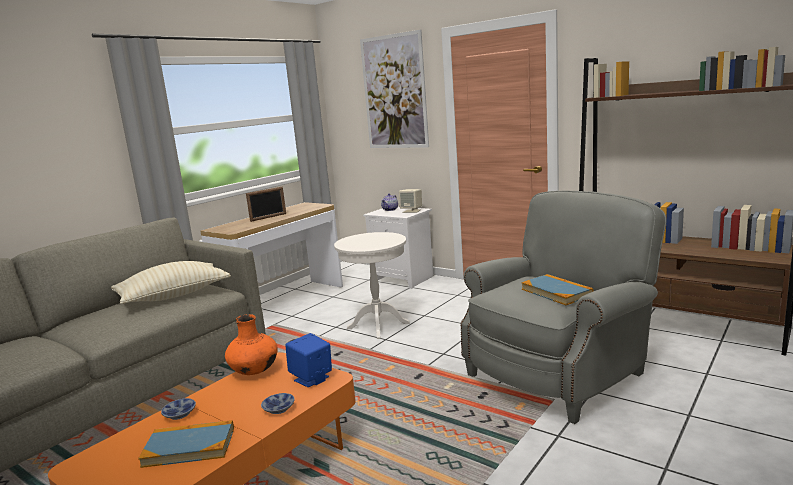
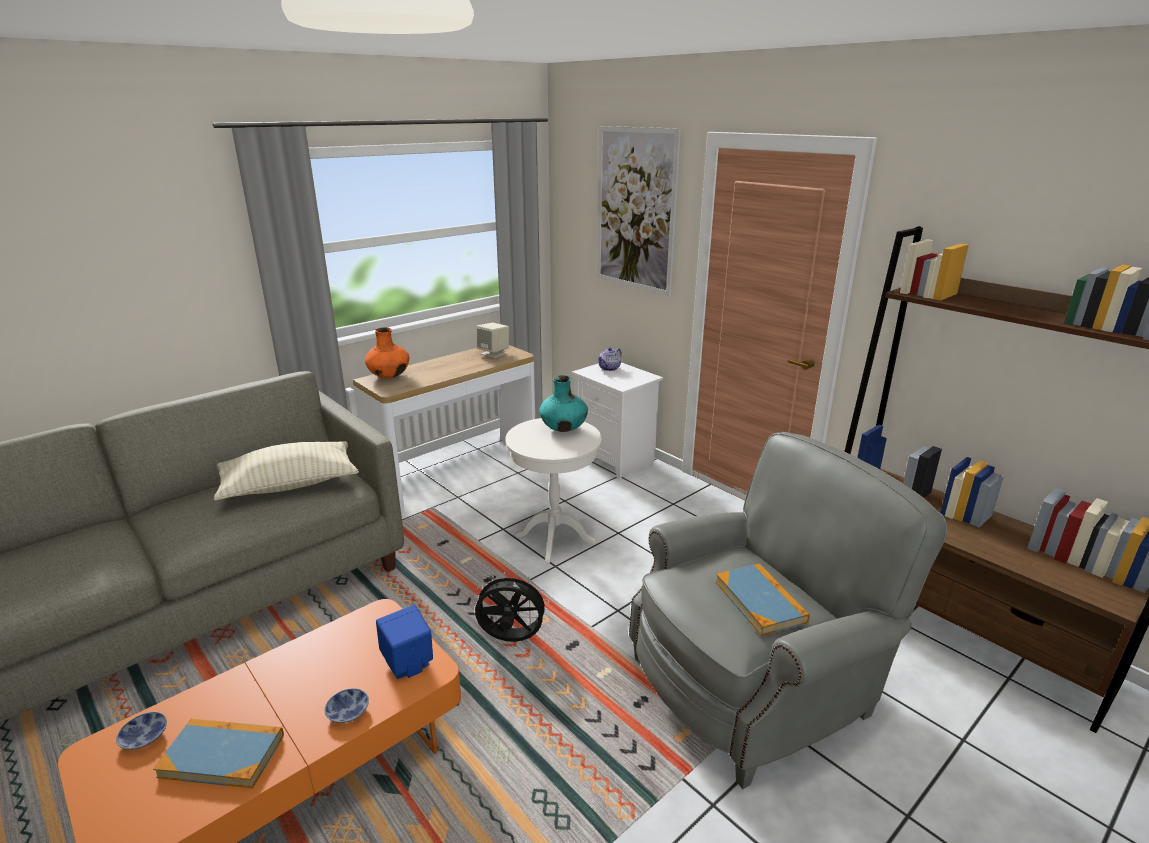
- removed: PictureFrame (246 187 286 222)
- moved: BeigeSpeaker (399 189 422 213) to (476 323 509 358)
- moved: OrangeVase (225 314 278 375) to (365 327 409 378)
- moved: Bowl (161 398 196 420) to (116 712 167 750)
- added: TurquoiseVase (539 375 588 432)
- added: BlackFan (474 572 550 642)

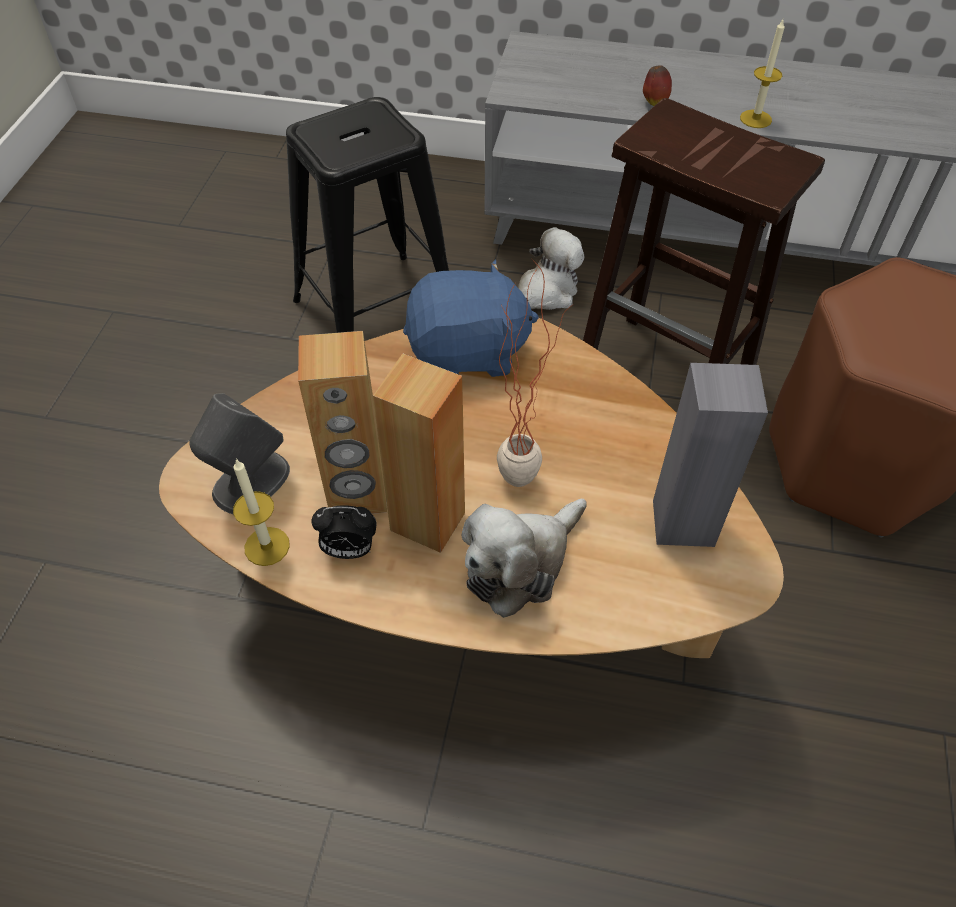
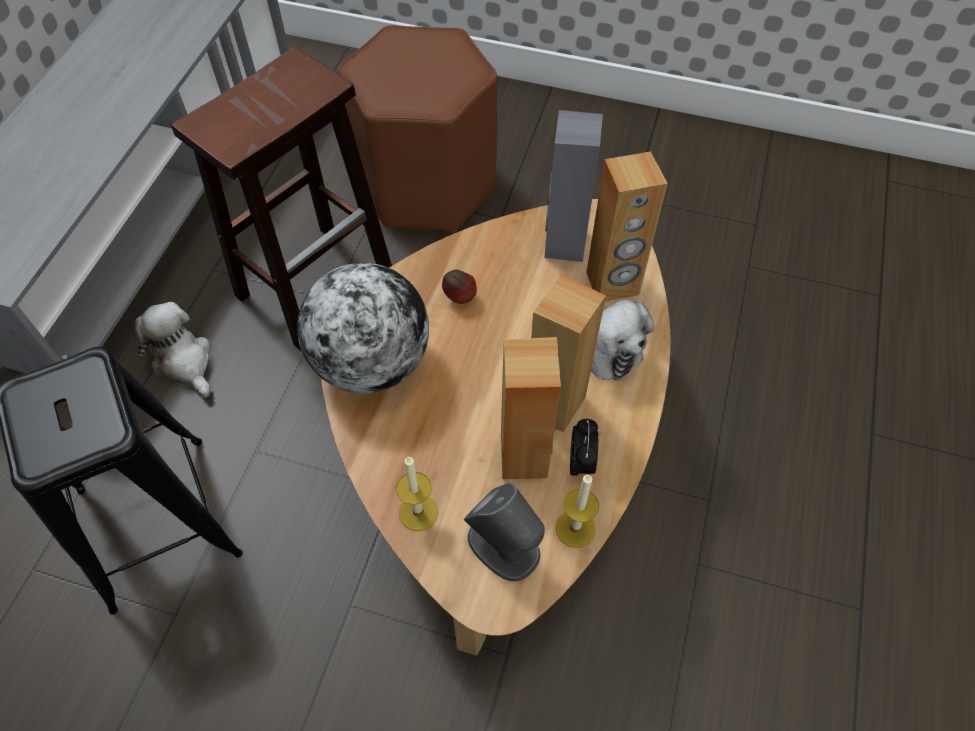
- moved: Candle (740 20 785 128) to (396 456 438 531)
- moved: Apple (643 66 672 106) to (442 270 477 304)
- removed: PottedPlant (497 258 574 487)
- replaced: BluePlushToy (403 259 539 377) to Globe (297 263 429 393)
- added: BrownSpeaker (586 151 668 302)

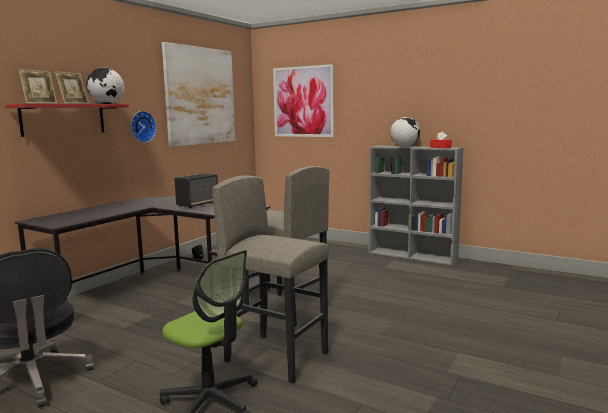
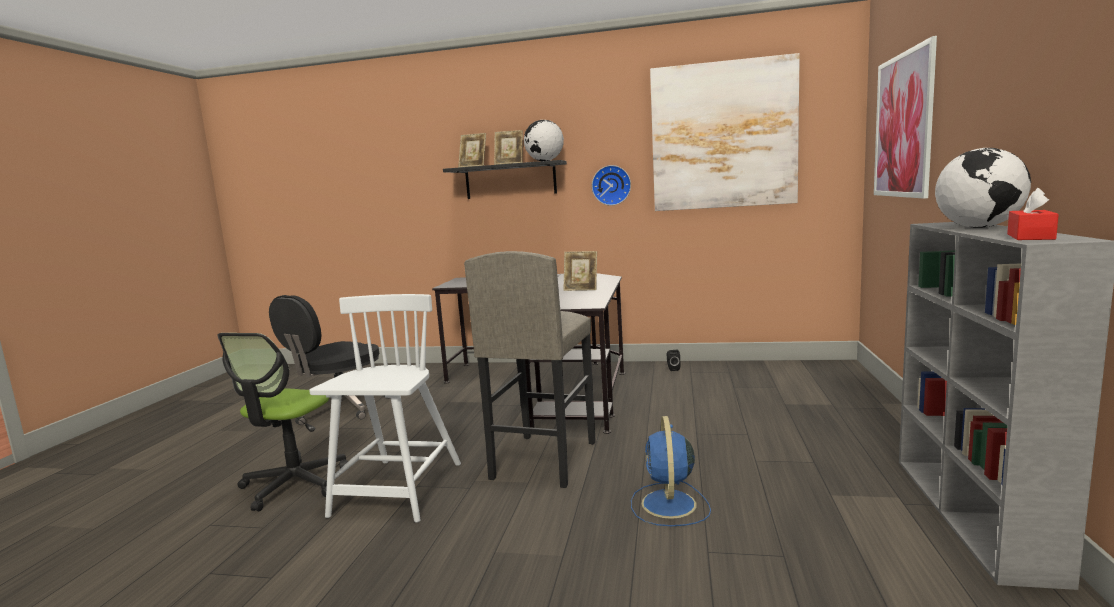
- recoloured: RedShelf (5 104 129 137) to BlackShelf (443 160 567 199)
- replaced: Speaker (174 173 218 208) to PictureFrame (563 251 597 291)
- replaced: GreyStool (212 176 329 383) to WhiteChair (309 294 461 523)
- added: BlueFan (631 416 711 526)

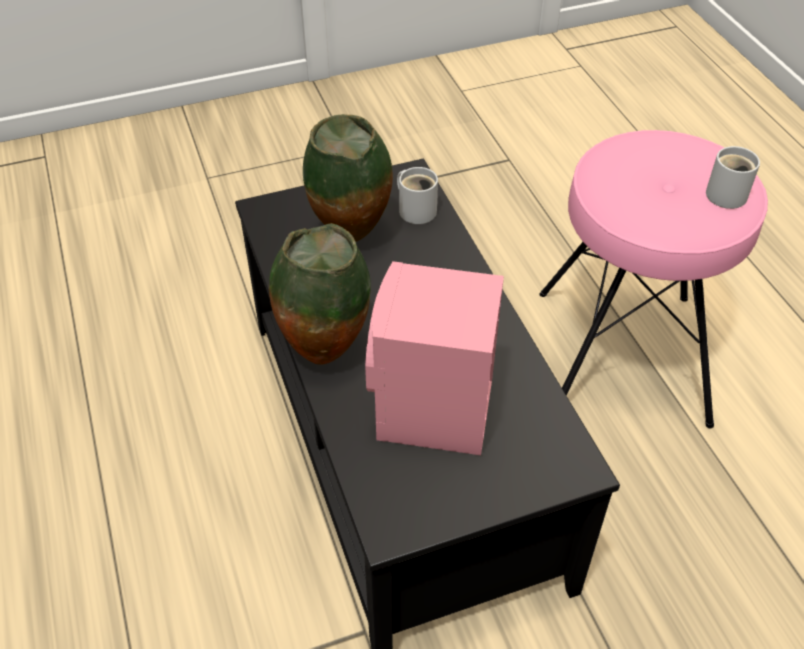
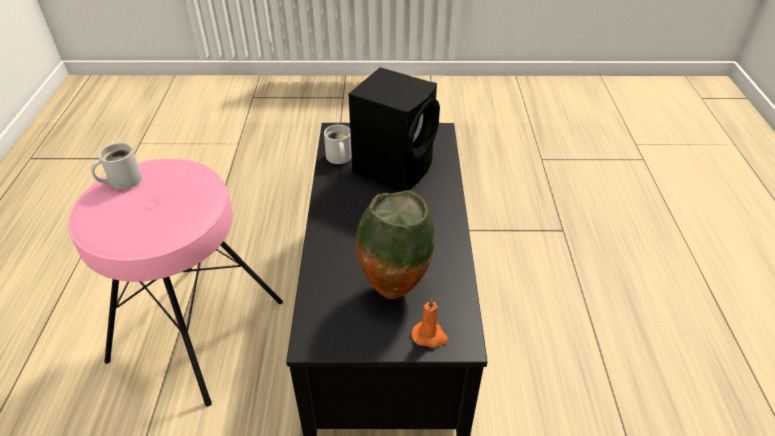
- moved: WhiteMug (397 167 438 224) to (324 124 352 164)
- removed: Vase (269 223 371 365)
- recoloured: PinkSpeaker (365 261 504 455) to BlackSpeaker (349 67 440 191)
- added: OrangeCandle (411 298 448 348)

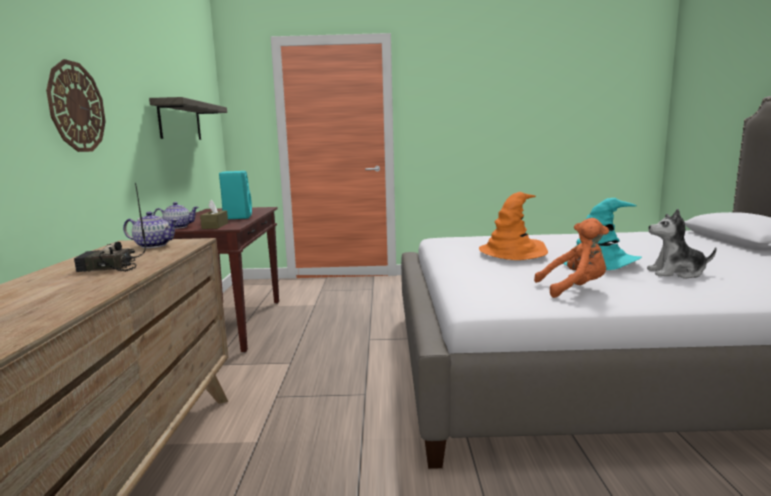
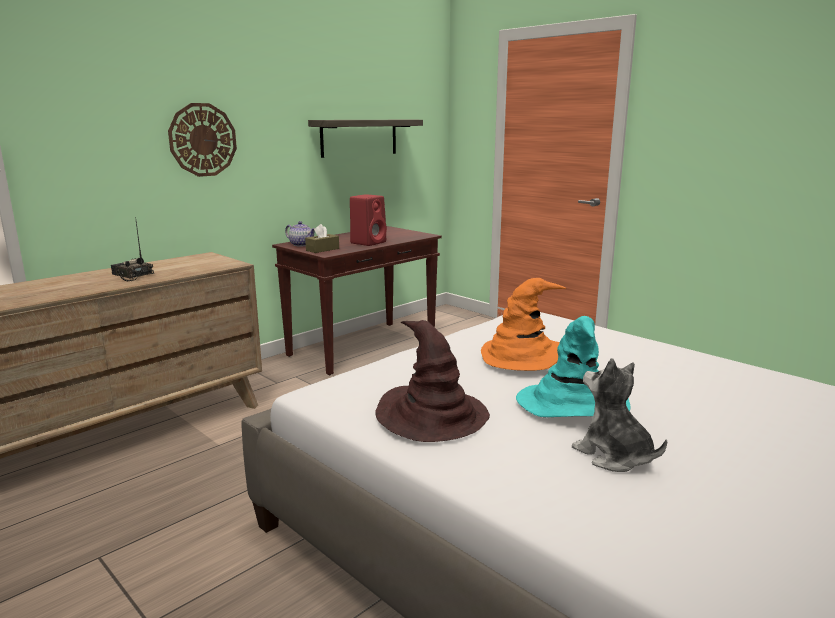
- recoloured: TurquoiseSpeaker (219 171 252 219) to RedSpeaker (350 194 387 246)
- removed: Teapot (123 212 178 248)
- replaced: OrangePlushToy (534 218 609 298) to BrownHat (375 320 490 442)

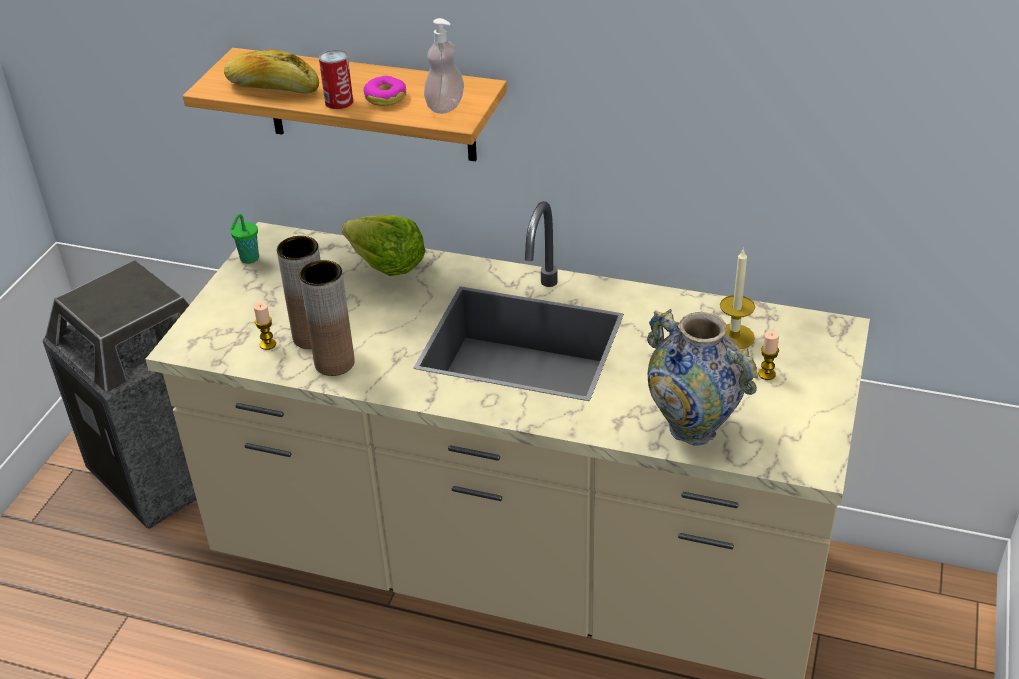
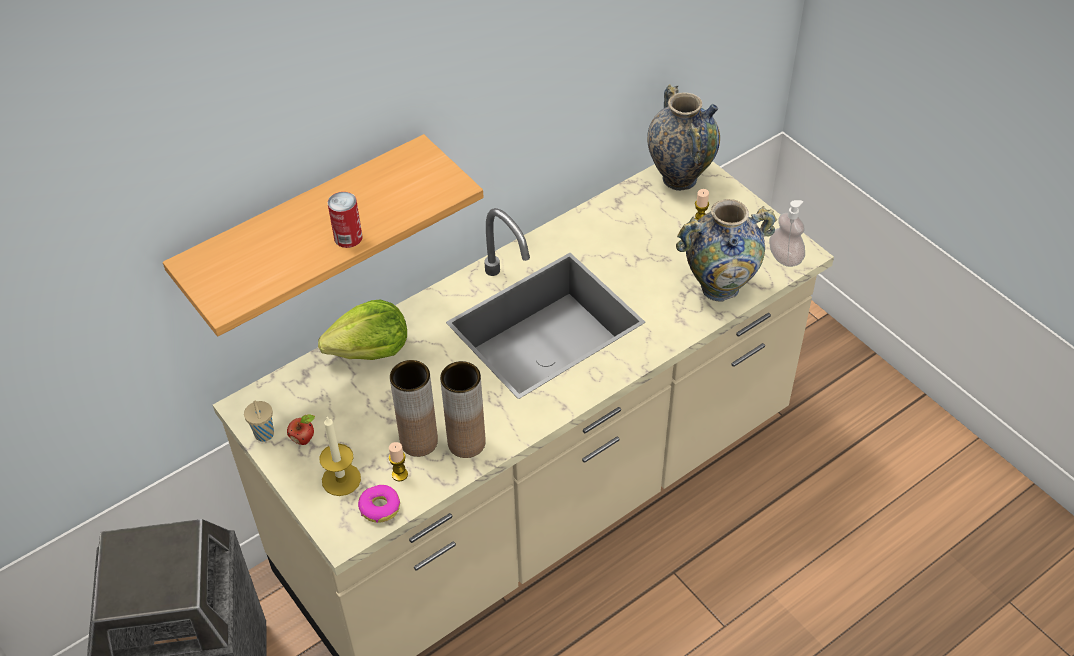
- moved: SoapDispenser (424 18 464 114) to (769 200 805 267)
- removed: Bread (224 49 319 94)
- moved: Donut (363 76 406 106) to (358 485 400 523)
- recoloured: GreenCup (231 214 259 264) to BeigeCup (244 401 274 442)
- moved: Candle (720 248 755 349) to (319 417 361 496)
- added: Vase (647 84 720 191)
- added: Apple (287 414 315 445)

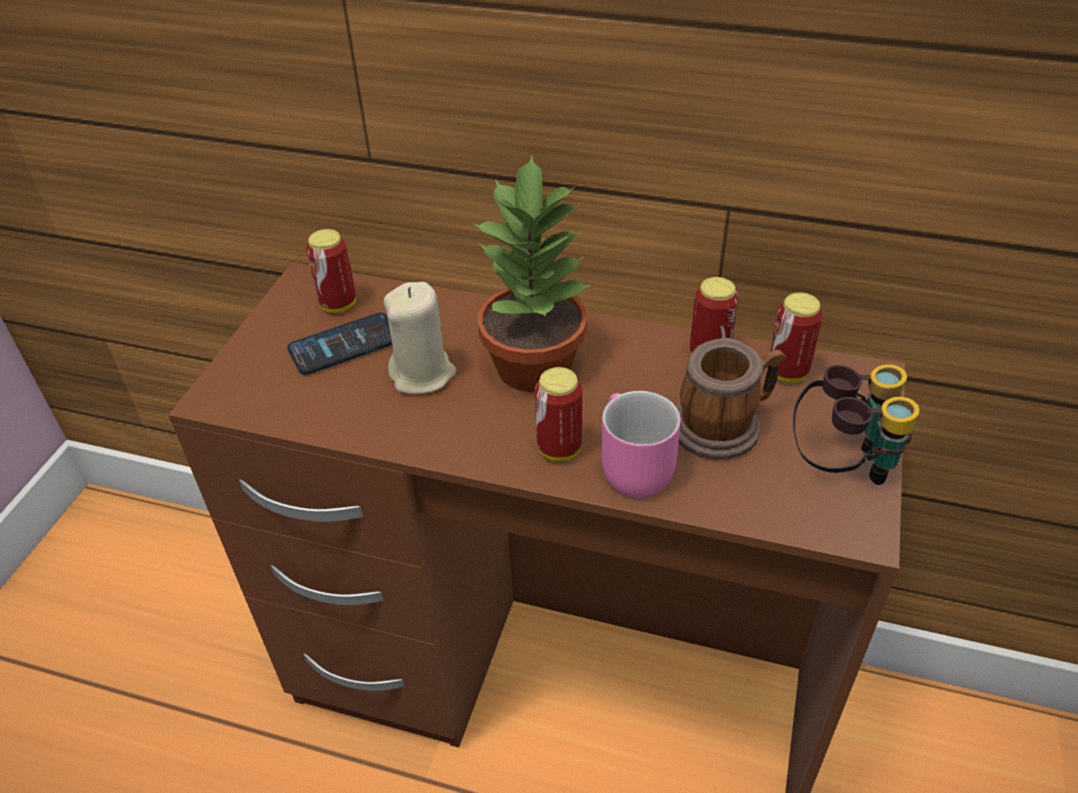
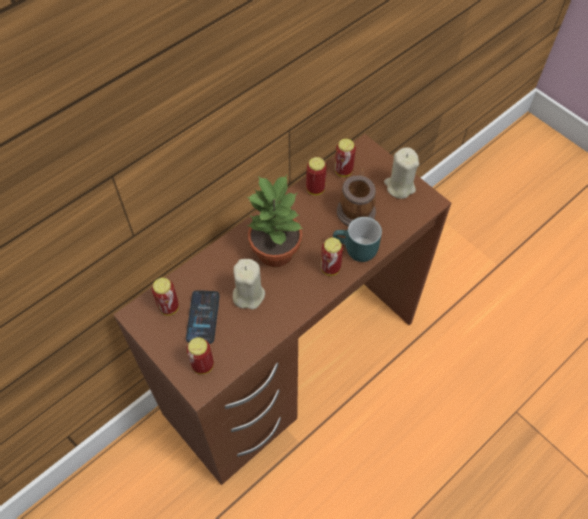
- replaced: Binoculars (793 364 920 485) to BeigeCandle (384 147 419 199)
- recoloured: PinkMug (601 391 681 498) to TurquoiseMug (333 217 382 262)
- added: Can (186 337 214 374)

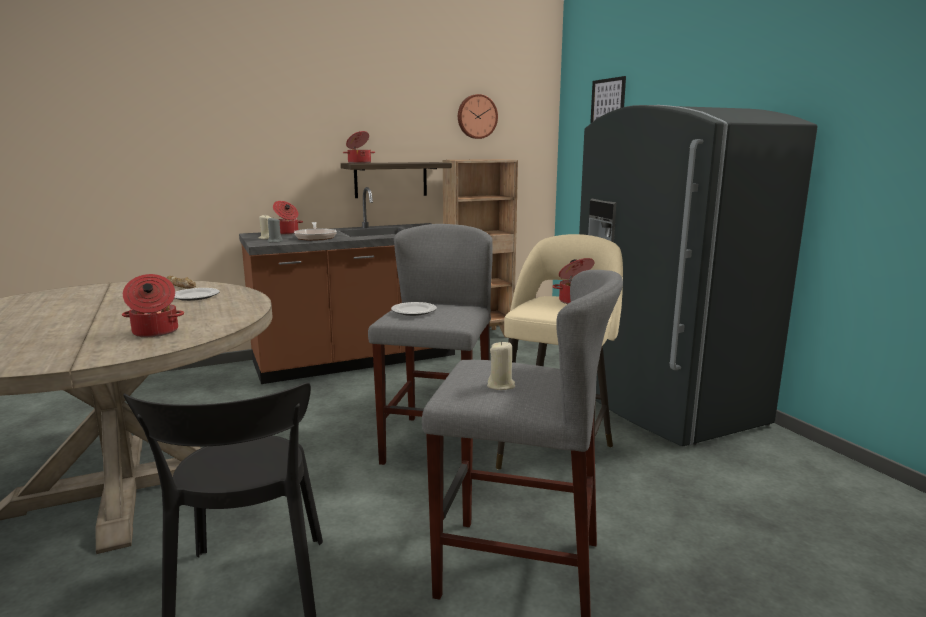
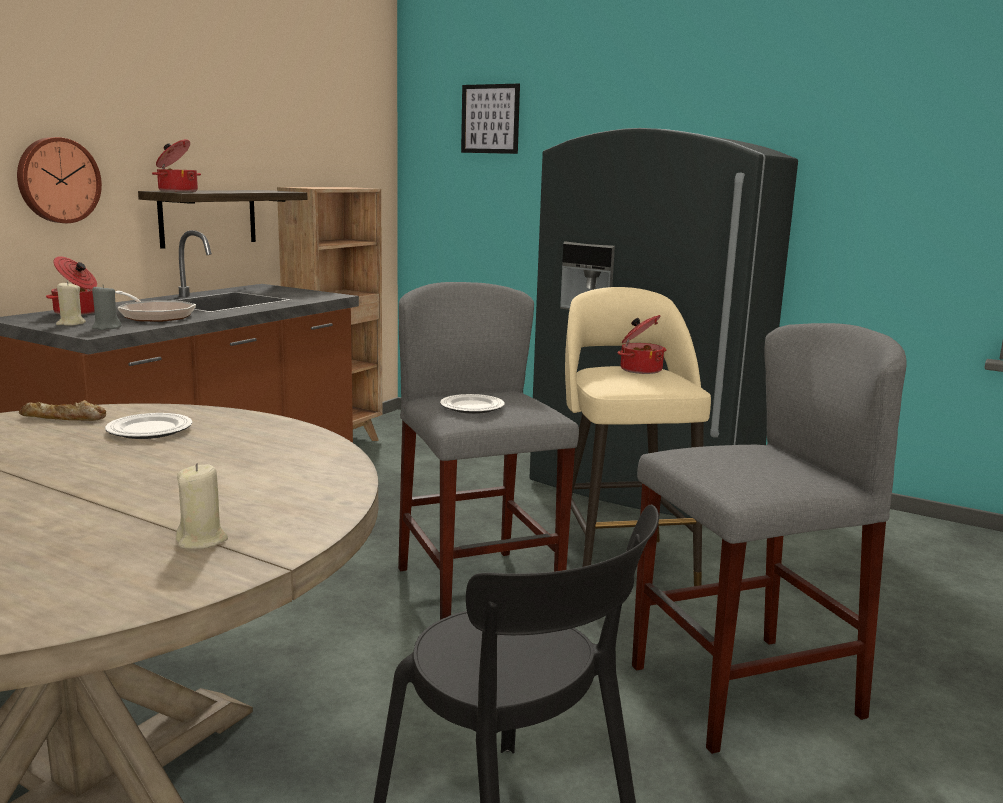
- moved: WallClock (458 94 498 139) to (17 137 102 223)
- removed: CookingPot (122 274 184 337)
- moved: BeigeCandle (487 341 515 390) to (176 463 228 549)

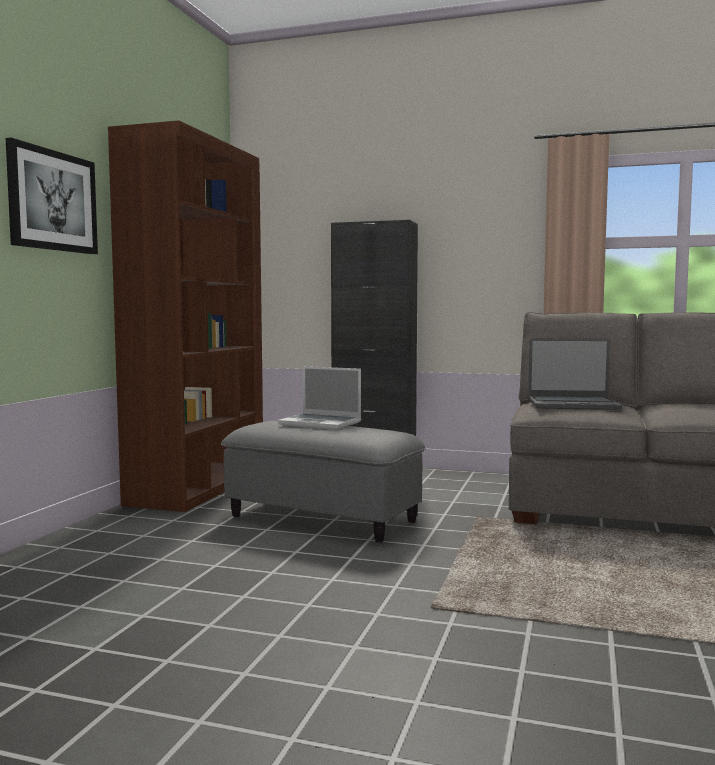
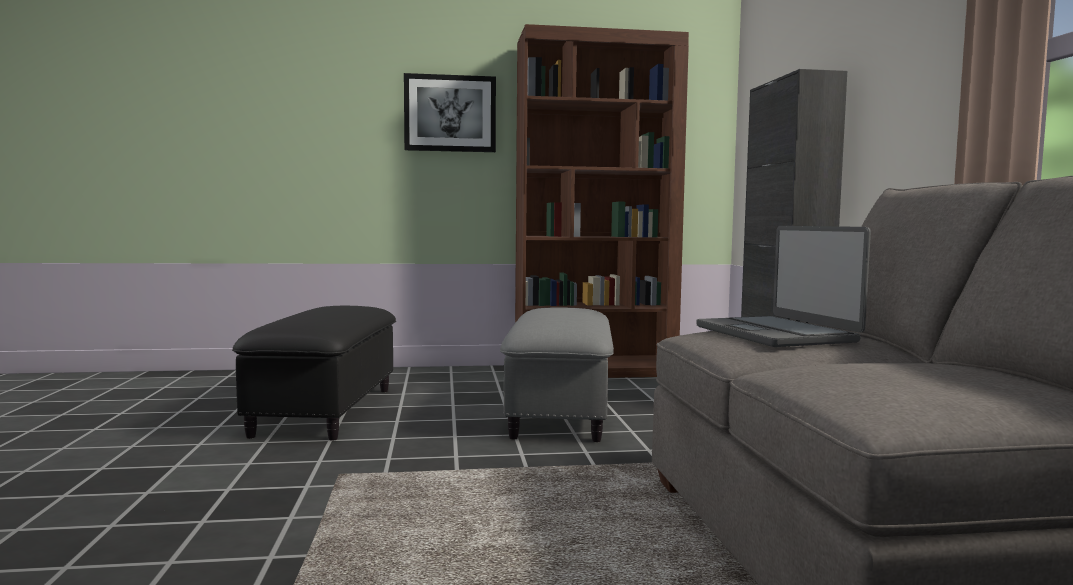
- removed: Laptop (278 366 361 430)
- added: BlackOttoman (232 306 396 441)

